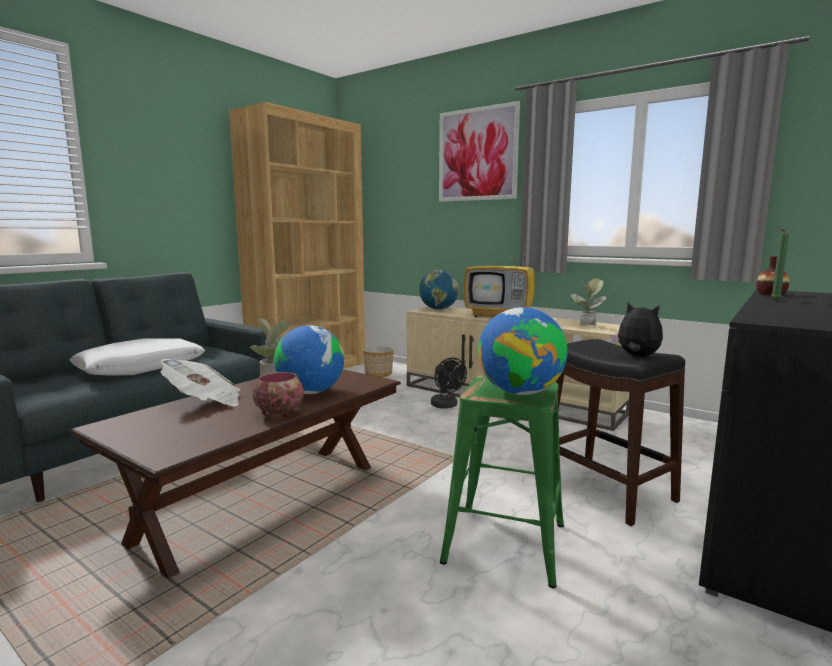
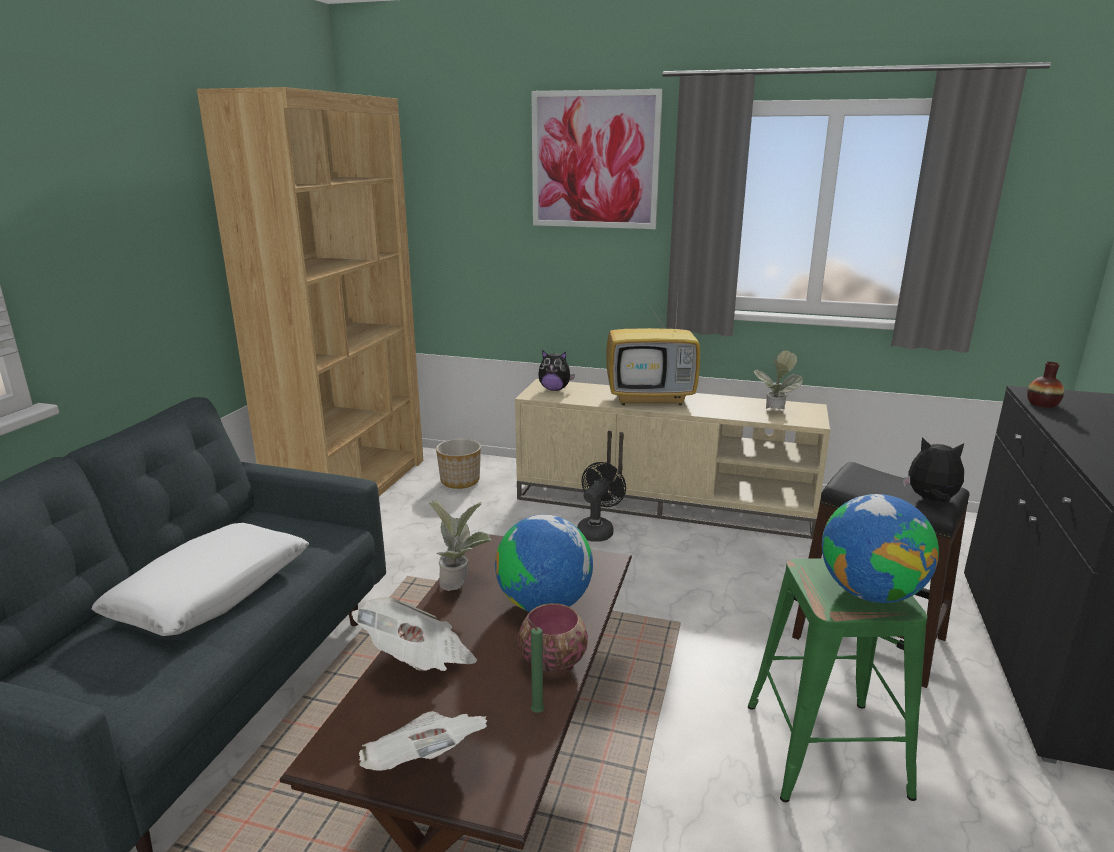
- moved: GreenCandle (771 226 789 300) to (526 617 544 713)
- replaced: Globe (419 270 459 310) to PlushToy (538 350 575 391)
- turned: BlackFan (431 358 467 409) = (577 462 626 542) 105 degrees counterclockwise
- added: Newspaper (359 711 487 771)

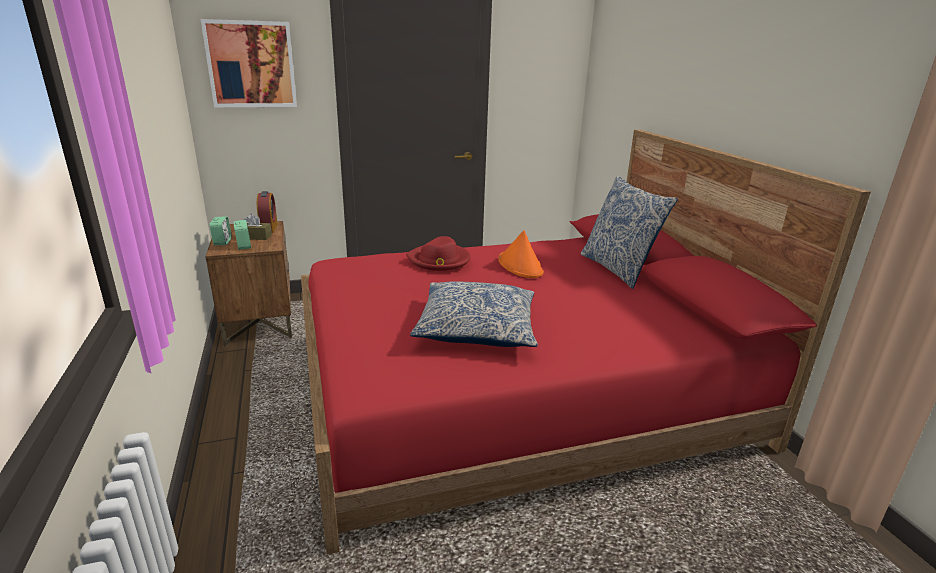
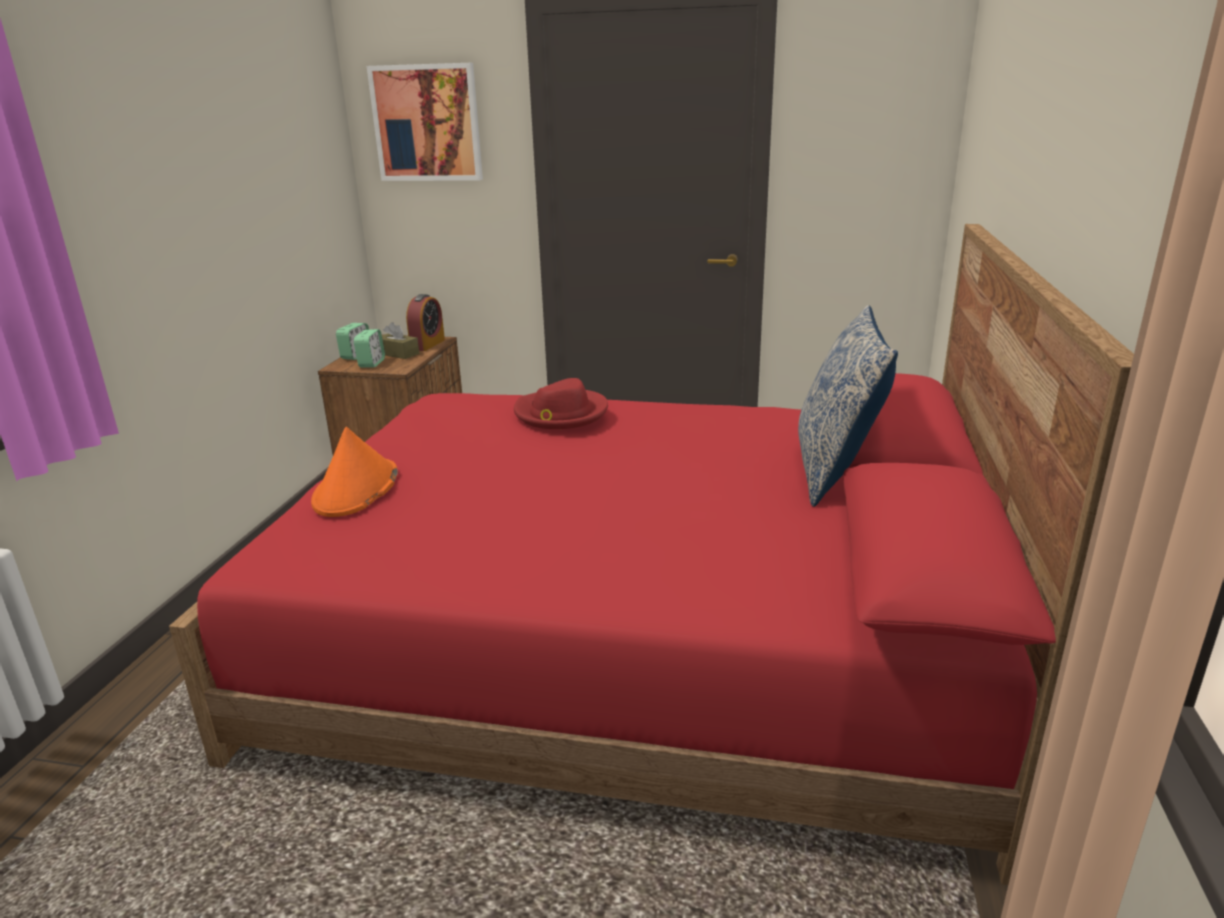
- moved: OrangeHat (498 230 544 278) to (311 427 398 517)
- removed: Pillow (410 281 538 347)

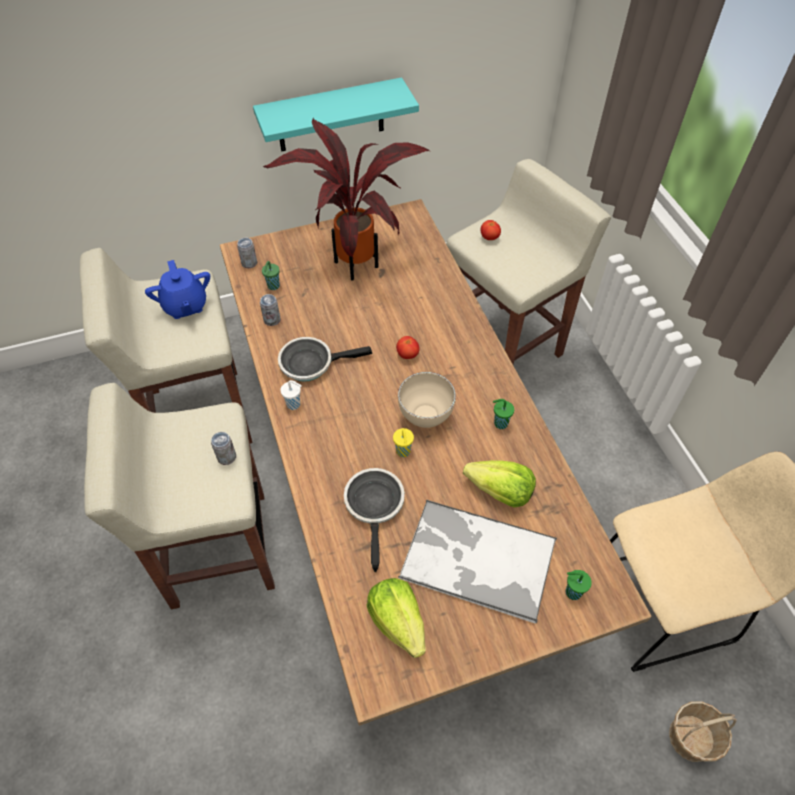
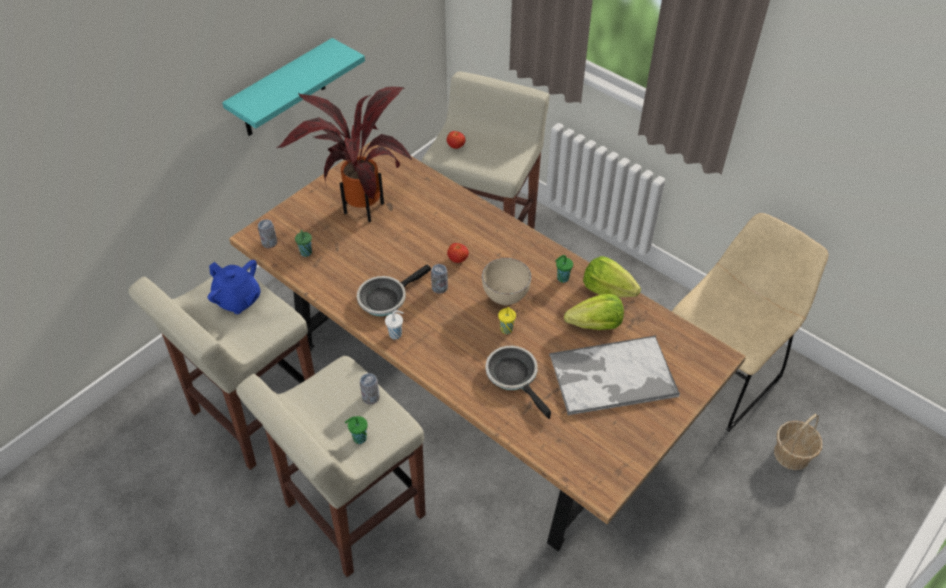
- moved: Can (260 294 281 326) to (431 264 448 294)
- moved: GreenCup (566 570 592 600) to (345 416 368 444)
- moved: Lettuce (367 578 425 658) to (583 256 641 298)

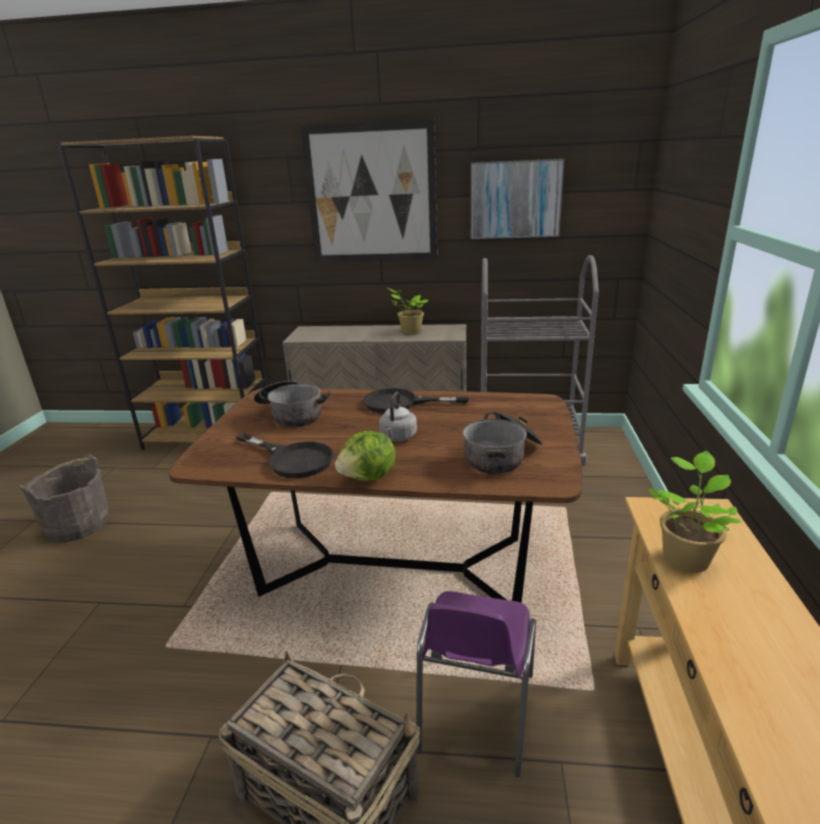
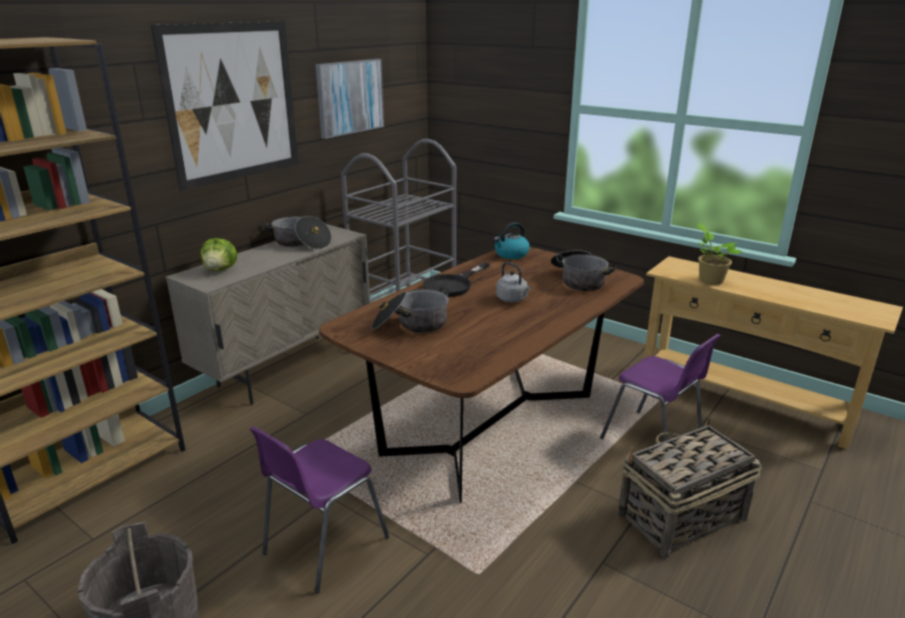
- replaced: PottedPlant (387 288 428 334) to CookingPot (264 216 332 249)
- moved: Lettuce (335 431 396 481) to (200 238 237 271)
- removed: BlackFryingPan (236 433 334 478)
- added: Kettle (494 222 530 259)
- added: PurpleChair (250 426 390 594)

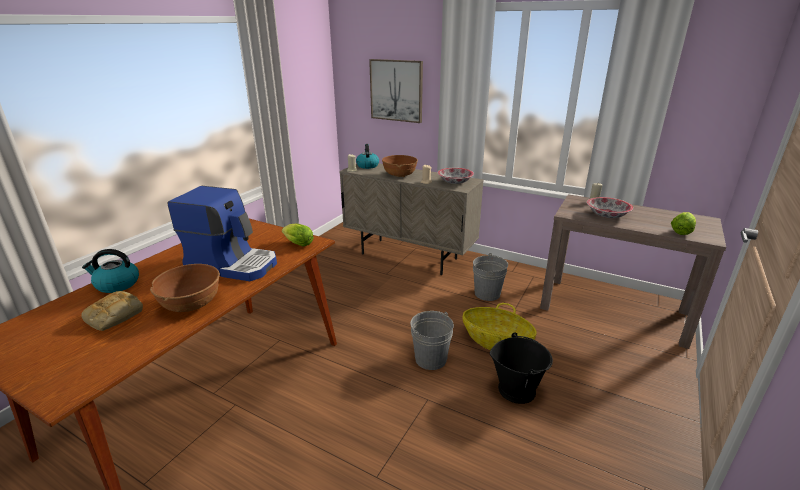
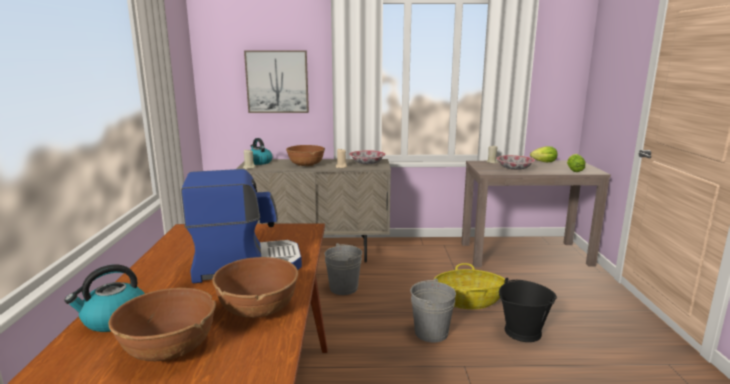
- moved: Lettuce (282 224 314 247) to (530 146 558 162)
- moved: GreyBucket (473 253 508 301) to (325 243 362 295)
- replaced: Bread (81 291 143 331) to BrownBowl (108 288 216 361)

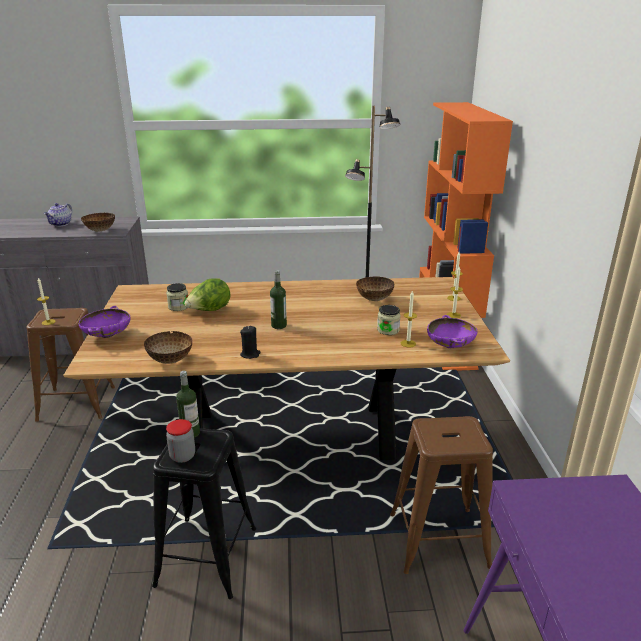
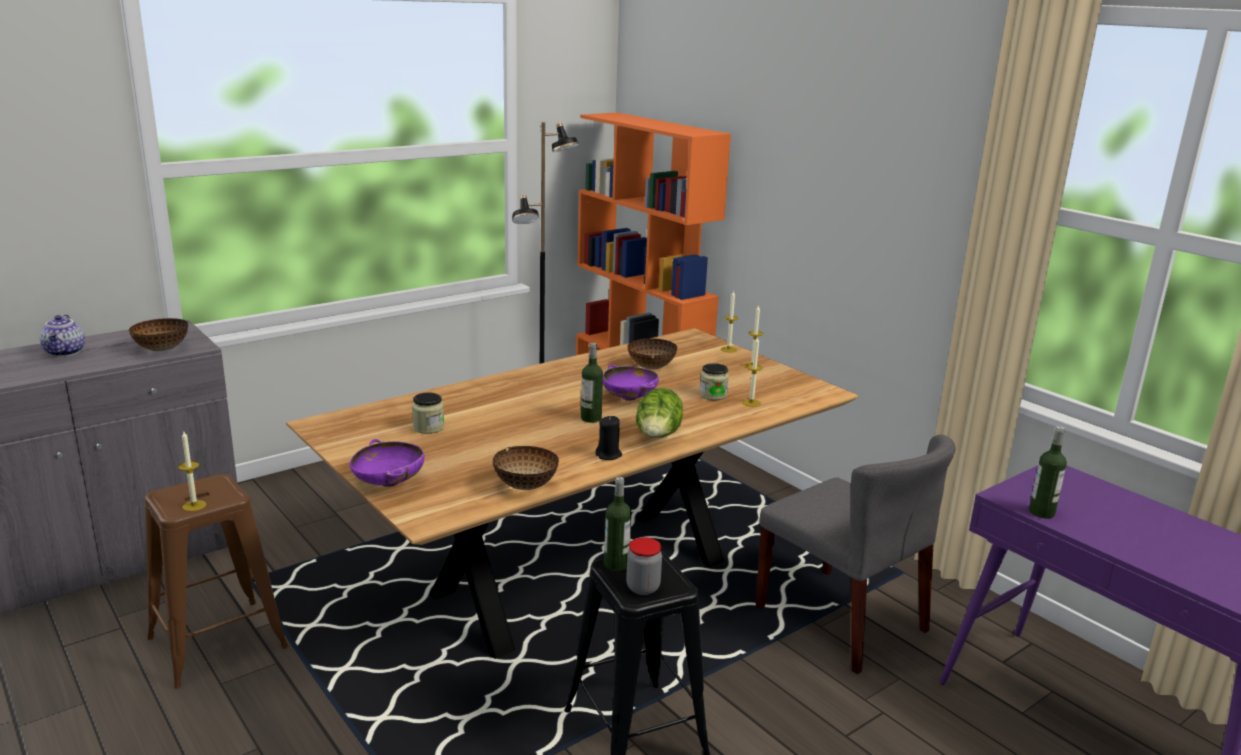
- moved: Lettuce (184 278 230 311) to (636 388 683 438)
- moved: PurpleBowl (427 315 477 348) to (603 365 659 401)
- replaced: BrownStool (390 416 493 574) to GreyChair (756 434 955 674)
- added: Bottle (1029 426 1067 519)

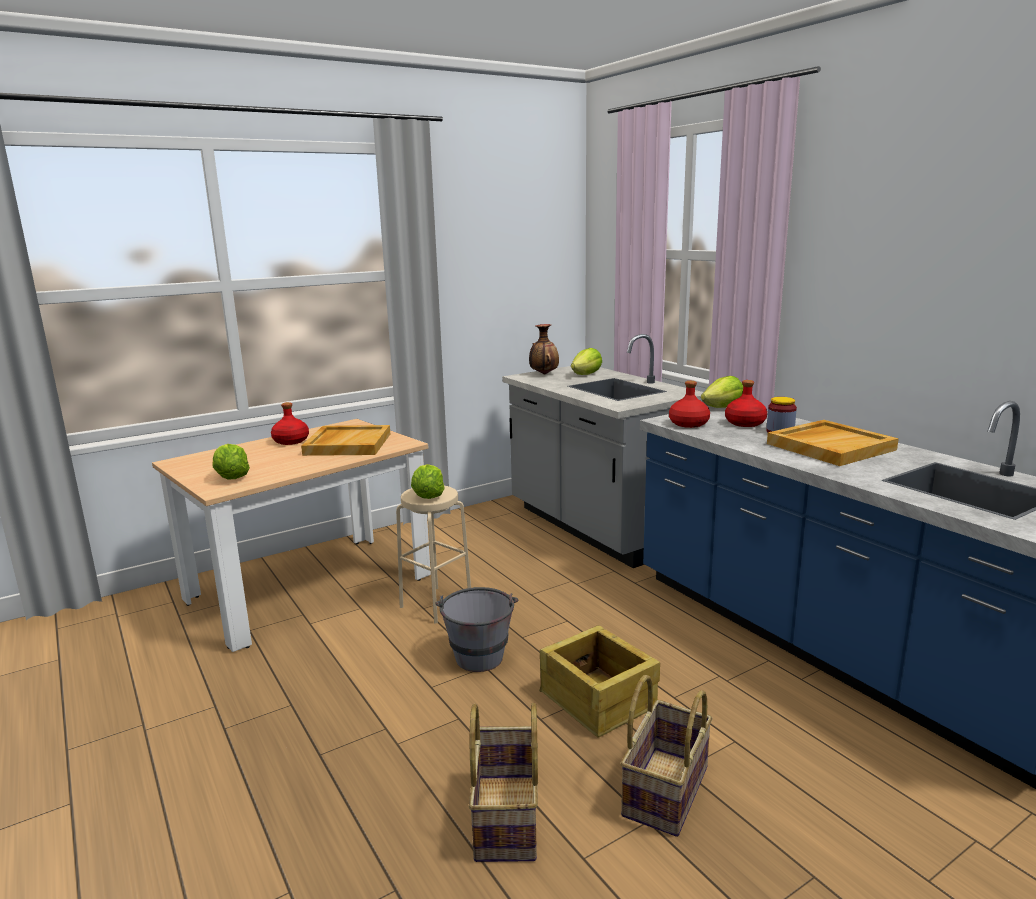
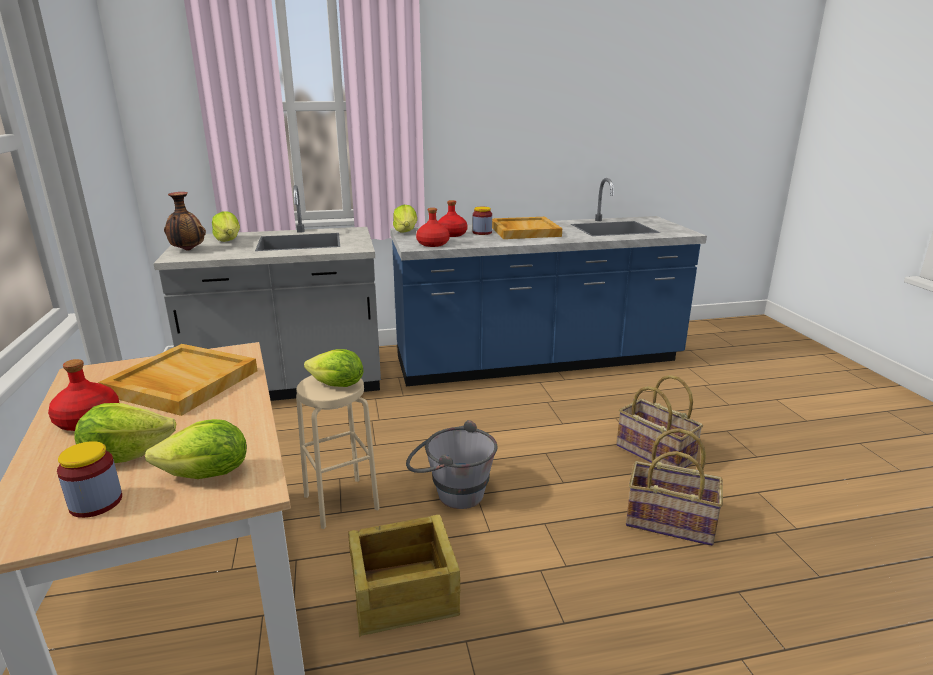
- moved: Crate (539 625 660 738) to (348 515 460 638)
- added: Lettuce (74 403 176 463)
- added: Jar (57 441 122 518)

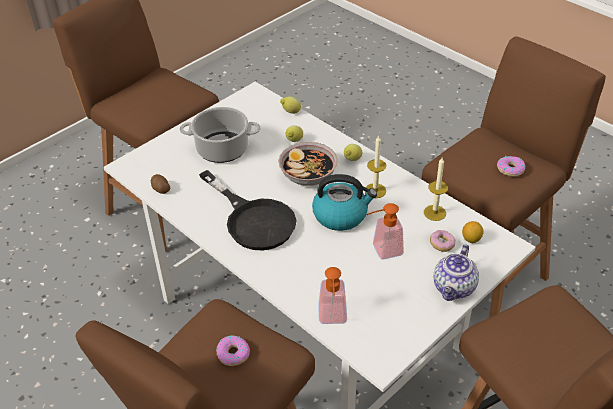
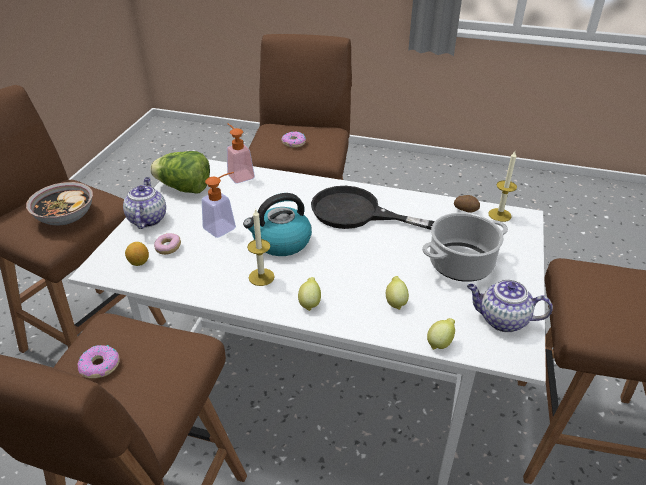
- moved: Bowl (278 142 338 186) to (26 182 93 225)
- moved: Candle (424 158 448 221) to (488 151 517 222)
- added: Lettuce (150 151 210 194)
- added: Teapot (467 279 553 332)

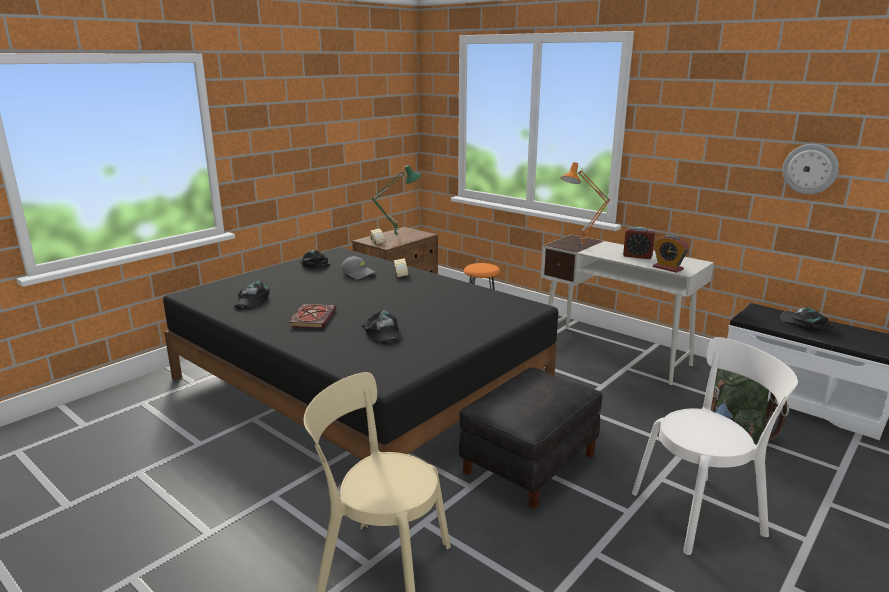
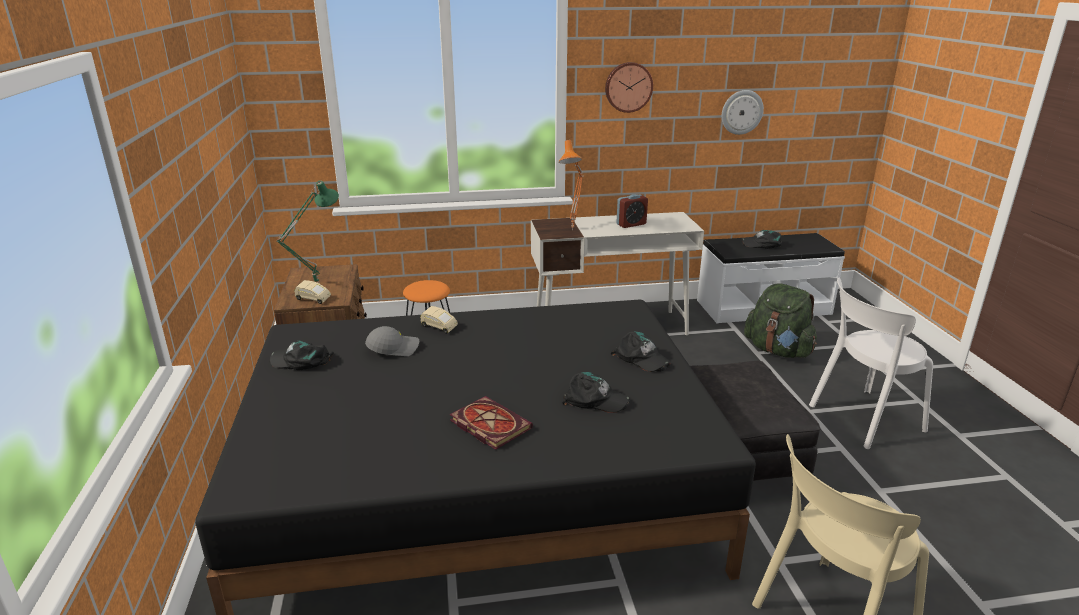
- removed: AlarmClock (653 235 689 273)
- moved: BlackCap (234 281 270 310) to (610 331 671 372)
- turned: WhiteChair (632 337 798 555) = (809 278 933 449) 135 degrees counterclockwise
- added: WallClock (605 62 653 113)

